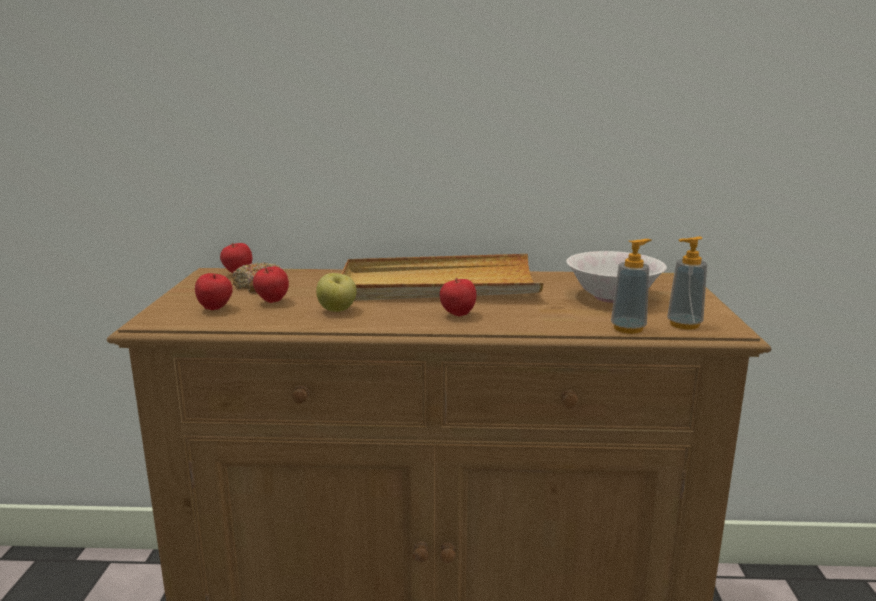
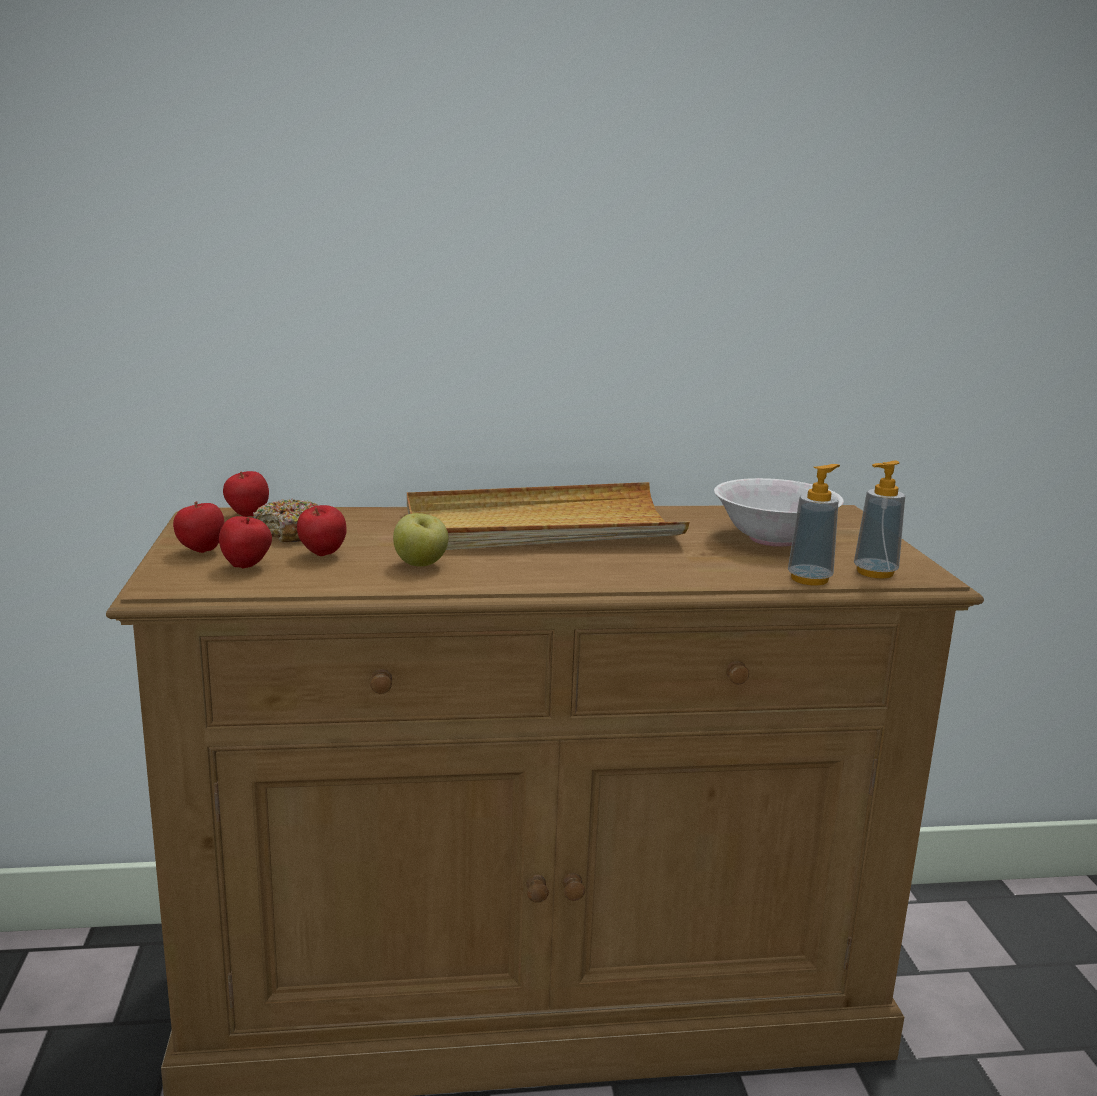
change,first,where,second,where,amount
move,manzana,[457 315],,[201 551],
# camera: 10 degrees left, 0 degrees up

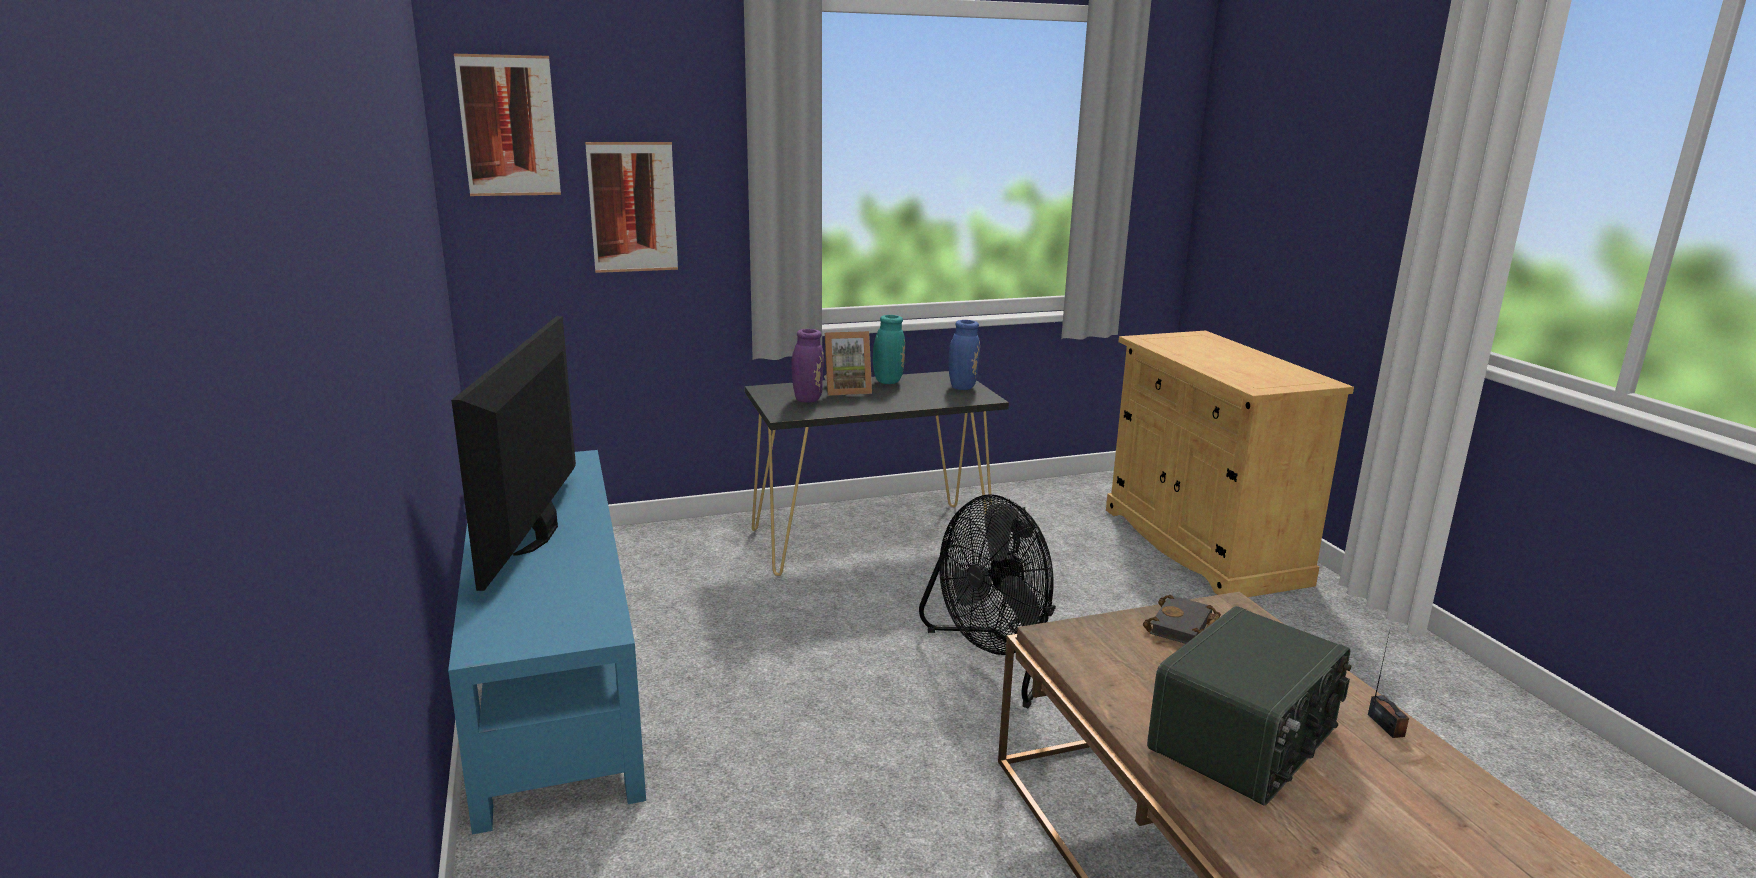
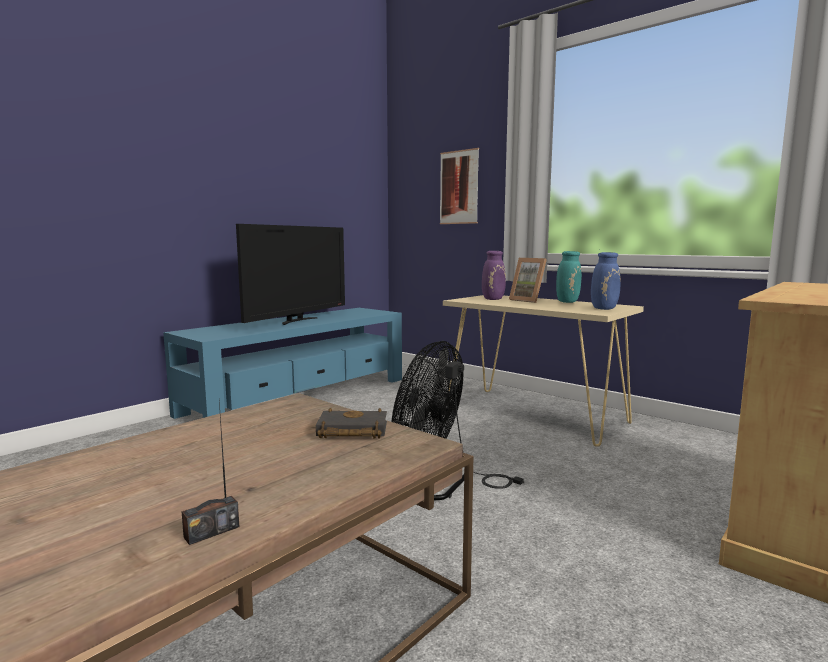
change,first,where,second,where,amount
delete,cuadro,[509 126],,,
delete,radio,[1245 741],,,
recolor,mesa consola [negro],[872 538],mesa consola [beis],[534 415],
rotate,televisor,[540 534],,[297 321],150 degrees clockwise
# camera: 60 degrees right, 10 degrees down

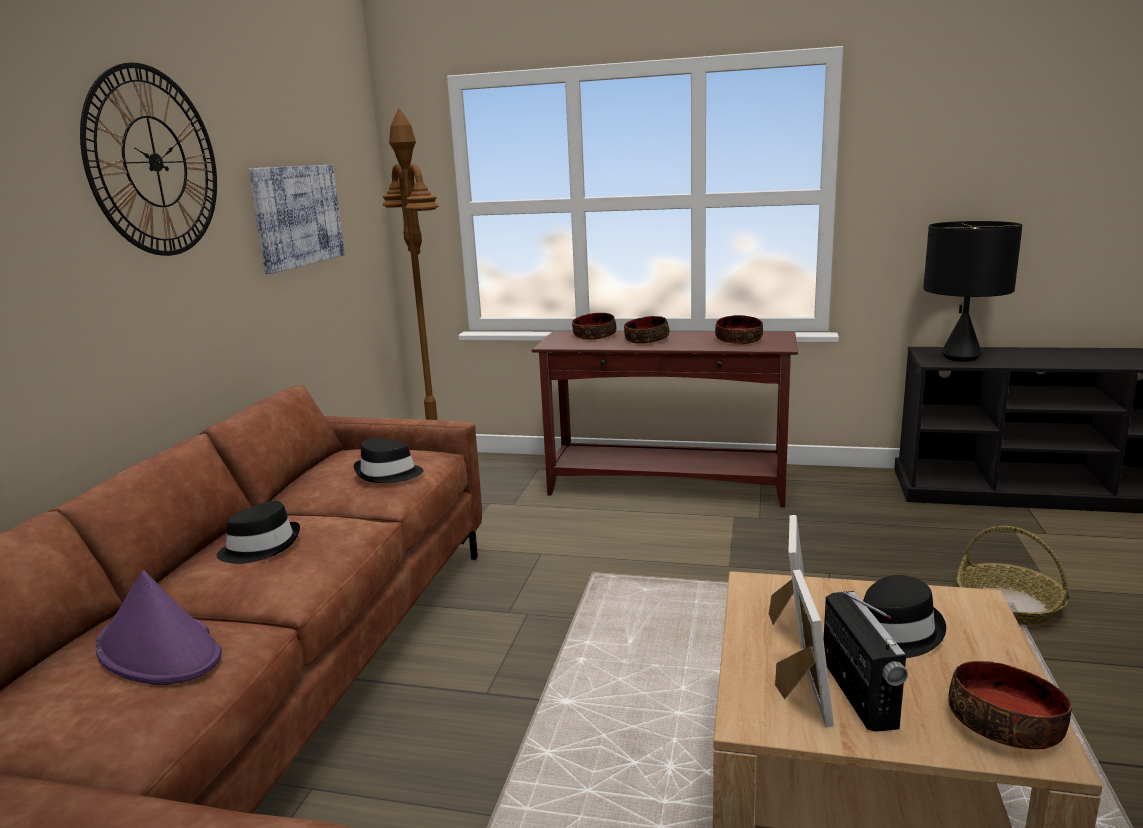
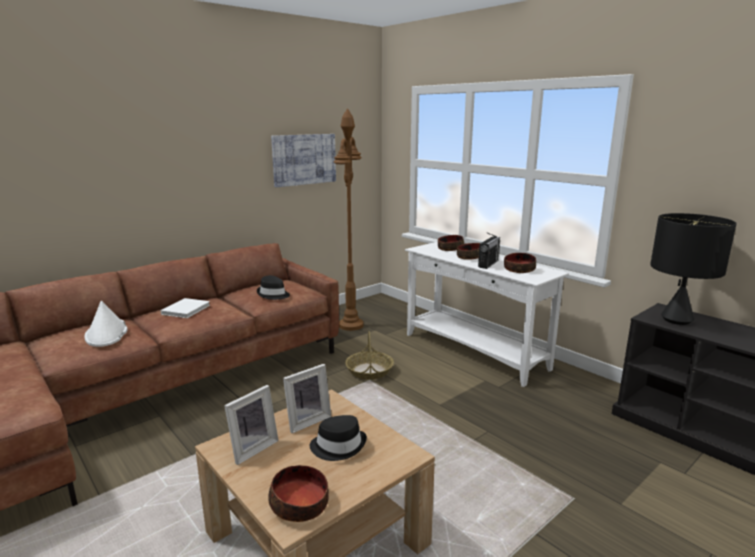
change,first,where,second,where,amount
delete,reloj de pared,[155 162],,,
move,radio,[858 692],,[488 264],
move,cesta,[1009 605],,[369 371],
replace,sombrero [negro],[261 546],libro [blanco],[187 309],
recolor,sombrero [morado],[159 650],sombrero [blanco],[106 334],
recolor,mesa consola [marrón],[667 486],mesa consola [blanco],[475 351],
# camera: 35 degrees right, 0 degrees up

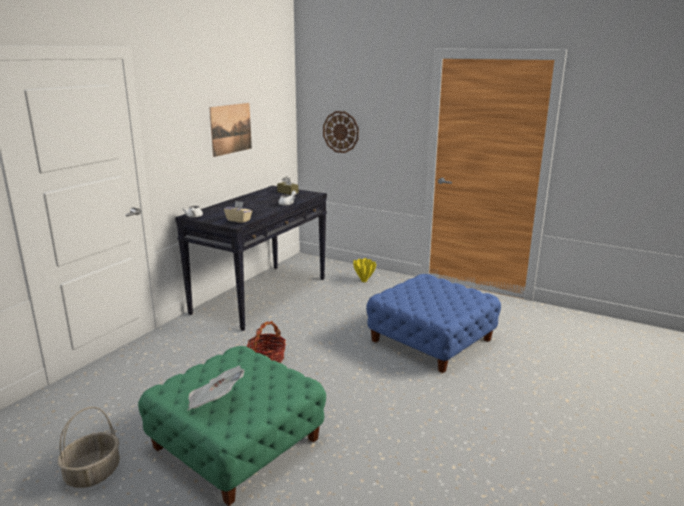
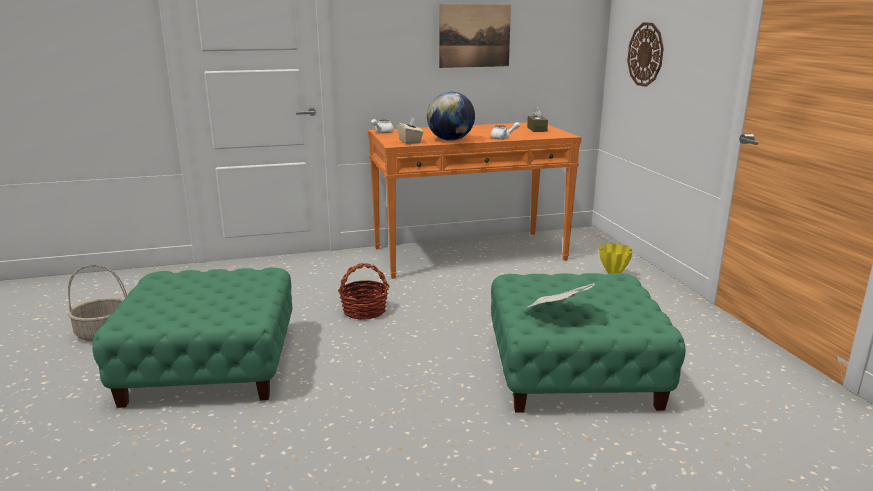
change,first,where,second,where,amount
insert,,,globo terráqueo,[450 140],
move,periódico,[215 401],,[558 313],
recolor,mesa consola [negro],[261 295],mesa consola [naranja],[469 254],
recolor,puf [azul],[431 340],puf [verde],[574 372],
# camera: 45 degrees right, 0 degrees up

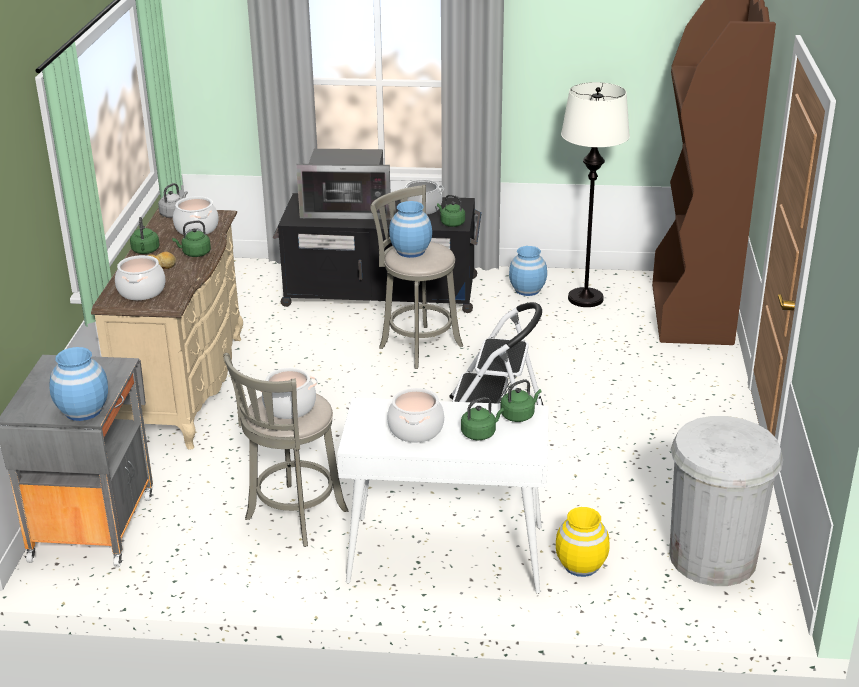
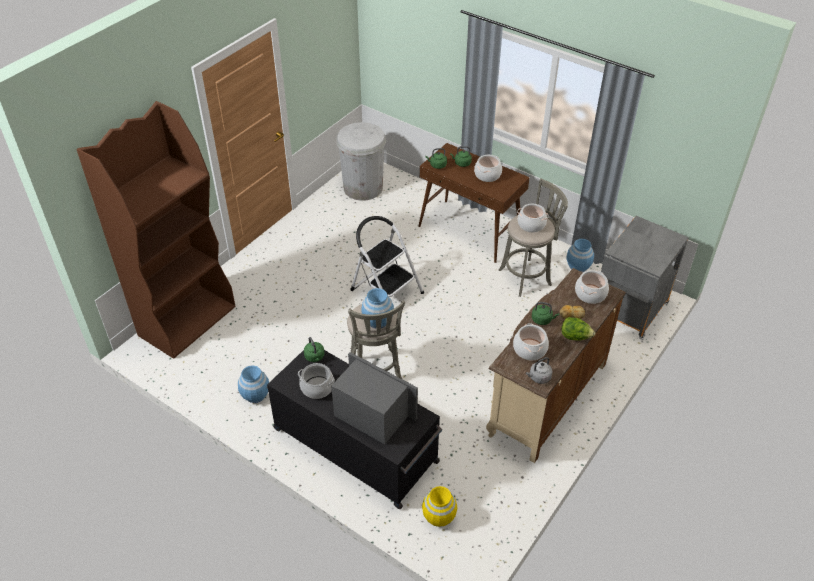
change,first,where,second,where,amount
delete,lámpara de pie [blanco],[585 298],,,
move,florero [azul],[83 410],,[578 266],
move,florero [amarillo],[581 565],,[439 516],
replace,hervidor [verde],[145 251],lechuga,[575 337],
recolor,mesa consola [blanco],[445 555],mesa consola [marrón],[470 231],
# camera: 150 degrees left, 15 degrees up

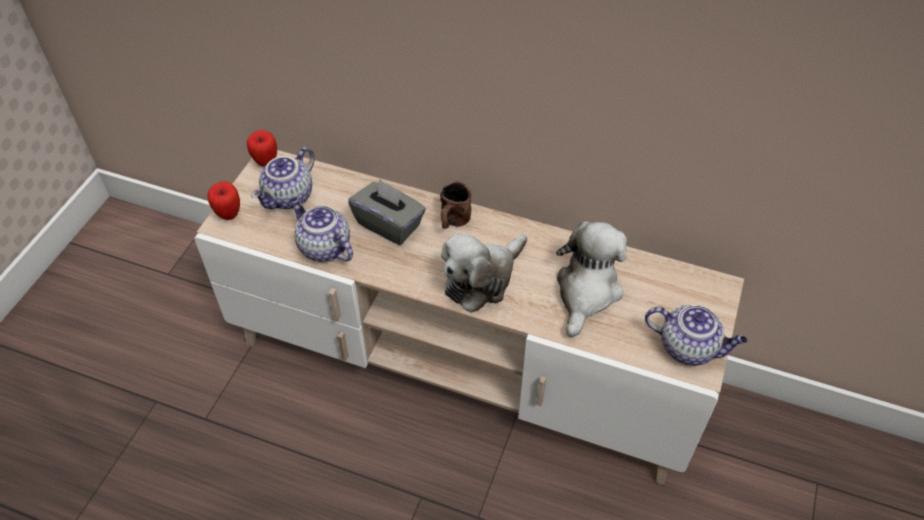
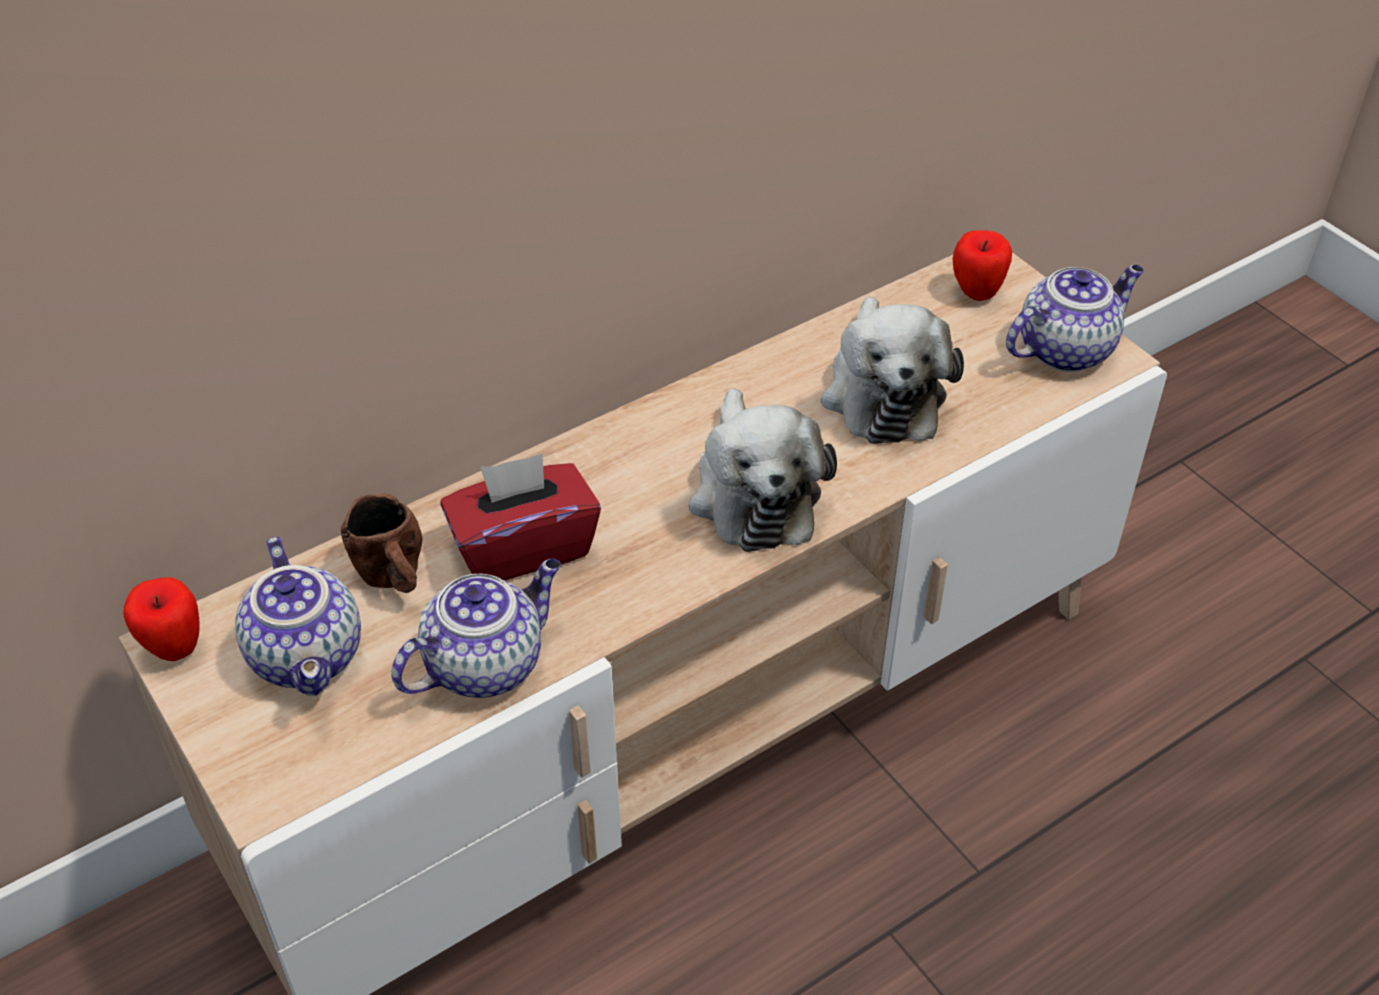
change,first,where,second,where,amount
move,manzana,[228 214],,[976 294],
move,taza grande [marrón],[453 223],,[396 580],
recolor,caja de pañuelos [gris],[389 224],caja de pañuelos [rojo],[523 547],
rotate,tetera,[323 247],,[486 663],150 degrees clockwise
rotate,peluche,[586 291],,[882 392],150 degrees counterclockwise
# camera: 55 degrees left, 5 degrees down

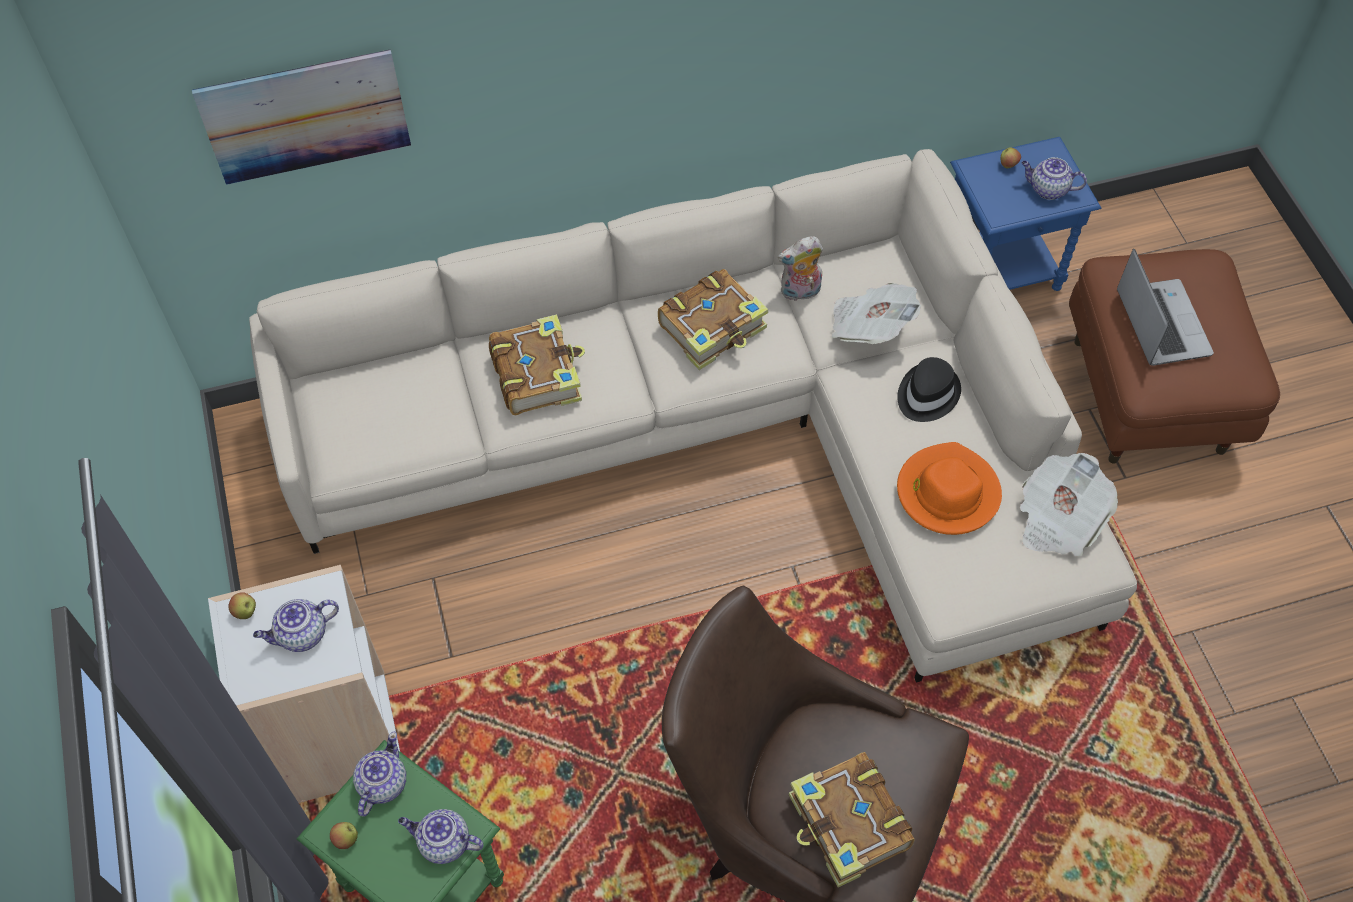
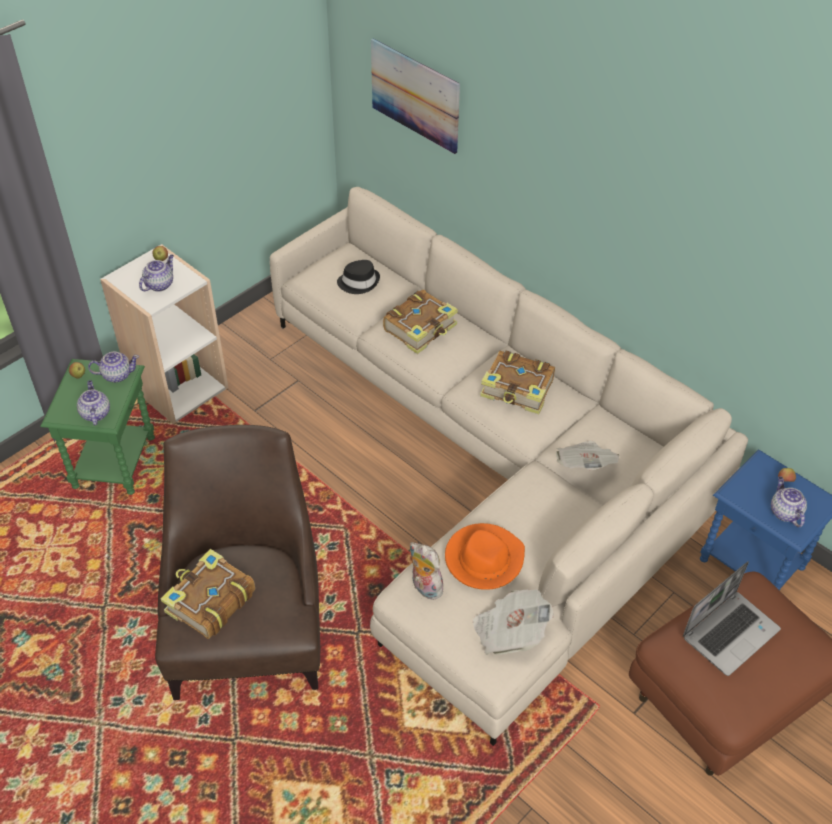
change,first,where,second,where,amount
move,peluche,[800 292],,[424 587],
move,sombrero [negro],[926 394],,[359 282],
rotate,tetera,[301 635],,[159 284],90 degrees clockwise
# camera: 60 degrees right, 10 degrees down

